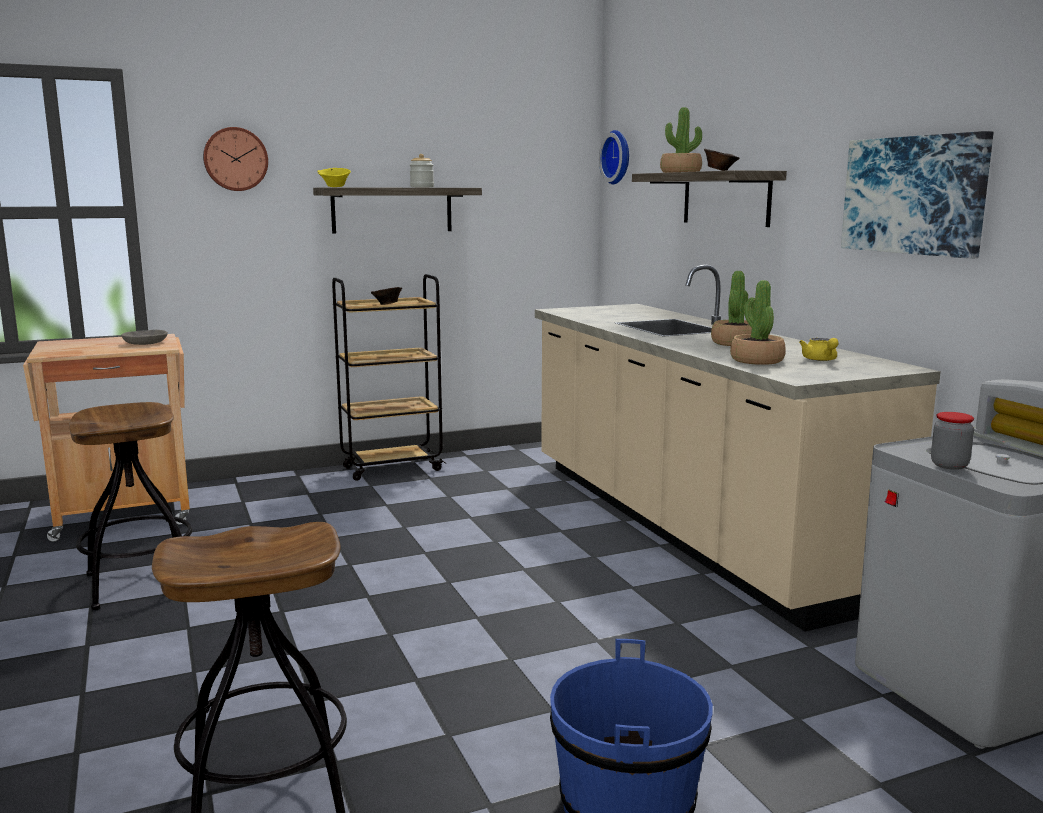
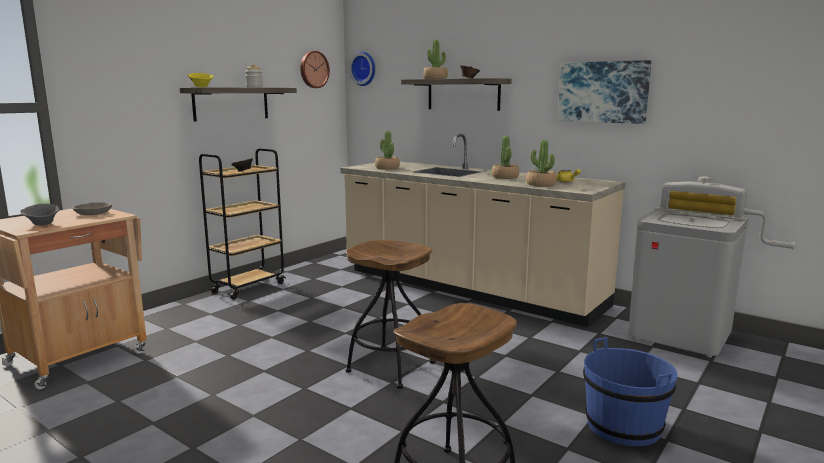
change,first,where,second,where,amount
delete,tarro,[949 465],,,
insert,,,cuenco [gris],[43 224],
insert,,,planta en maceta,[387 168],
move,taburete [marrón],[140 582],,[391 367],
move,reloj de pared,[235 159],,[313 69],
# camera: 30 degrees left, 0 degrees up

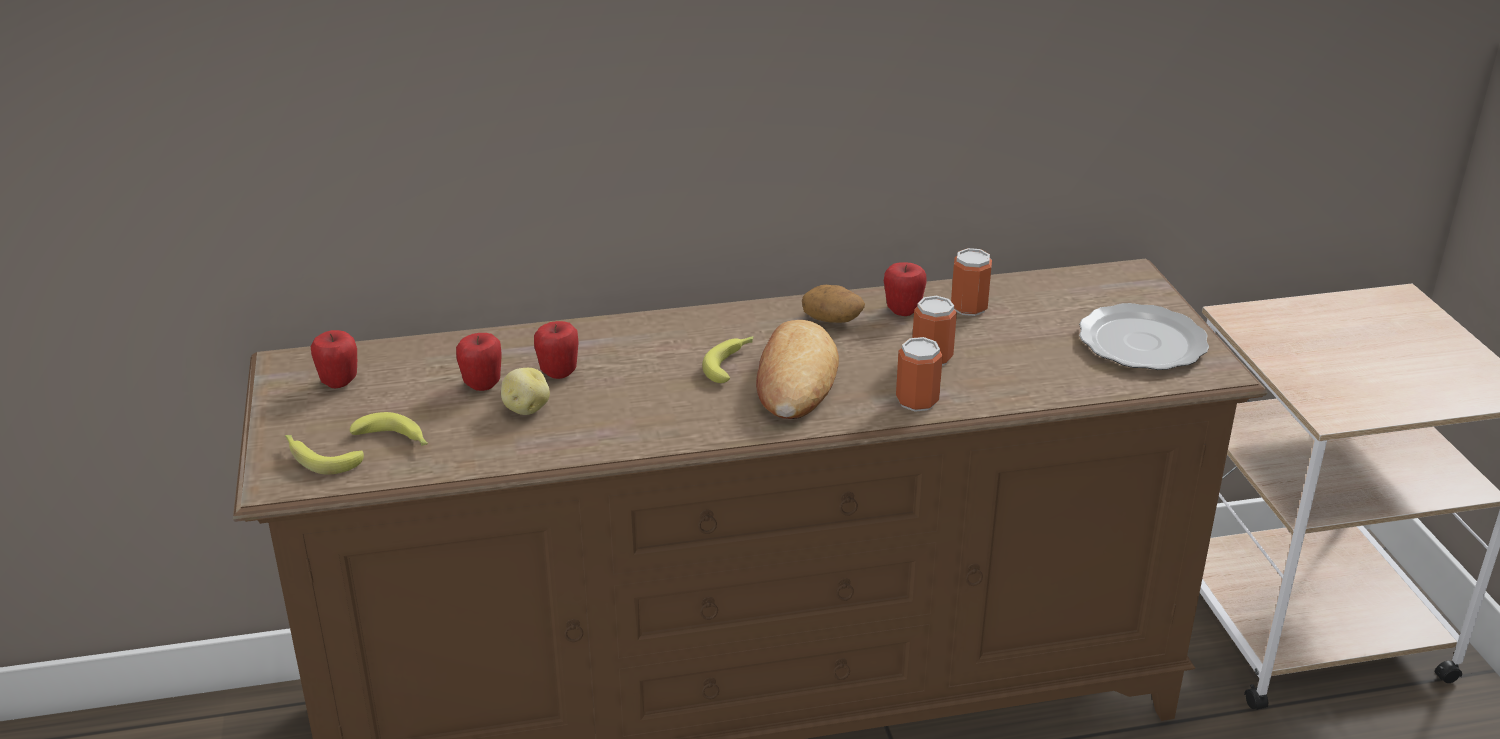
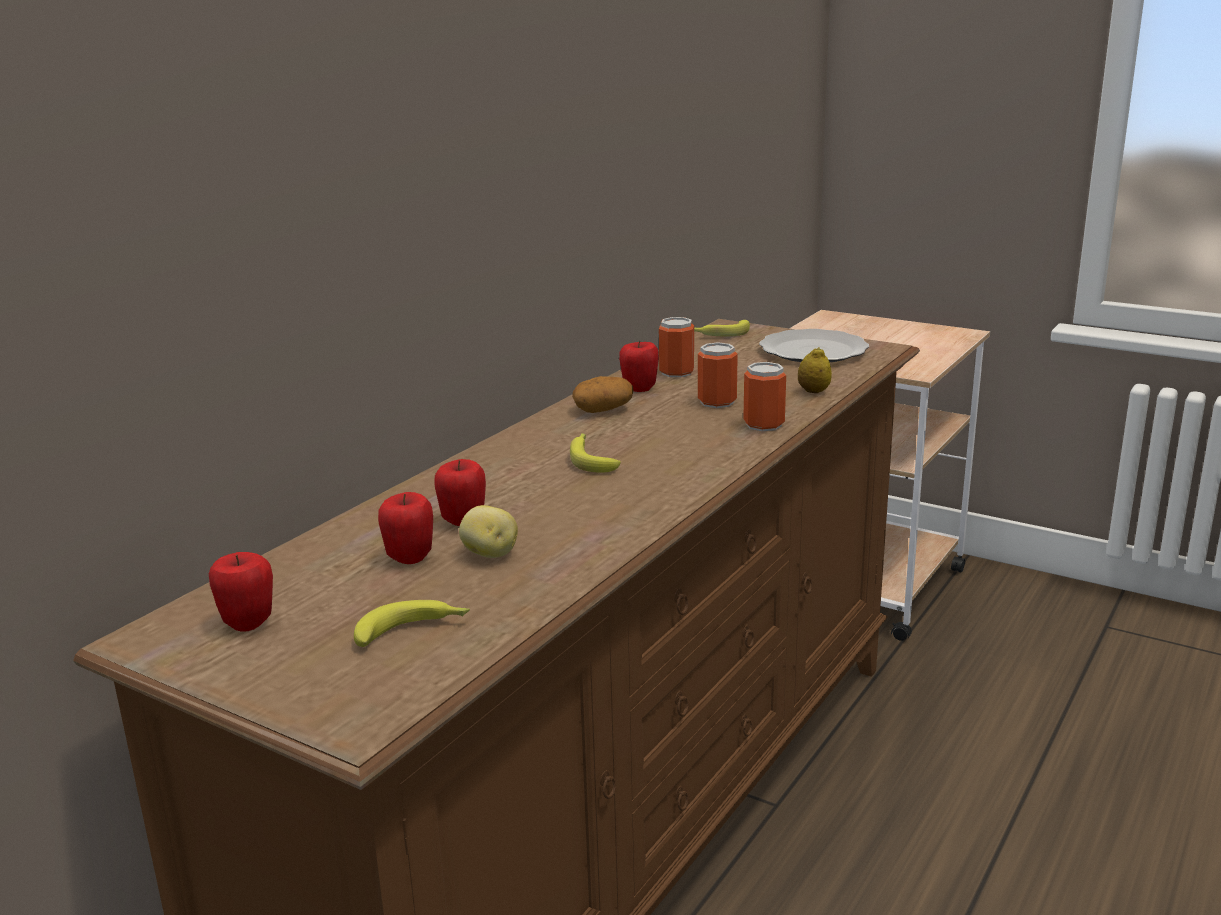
change,first,where,second,where,amount
delete,pan,[794 380],,,
insert,,,limón,[813 391],
move,plátano,[319 458],,[720 334],
# camera: 45 degrees left, 10 degrees down

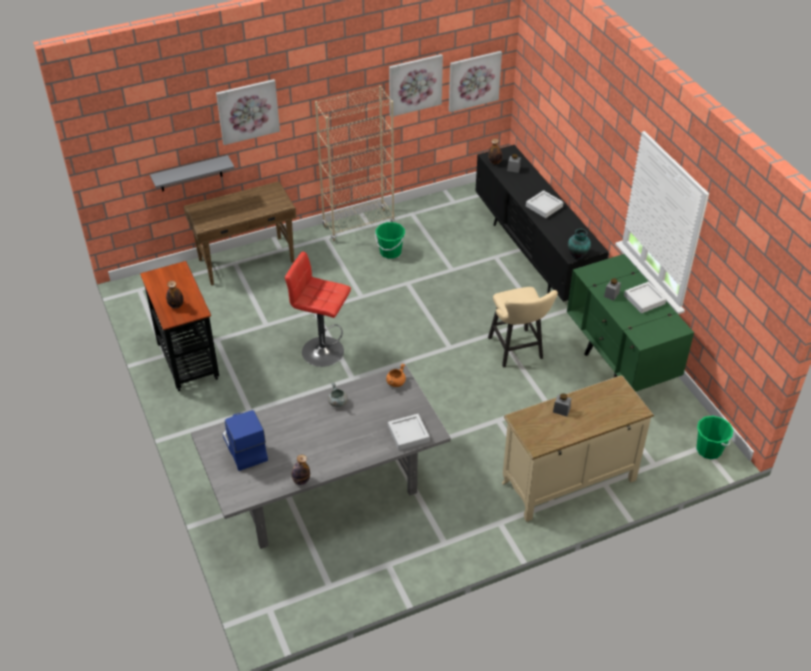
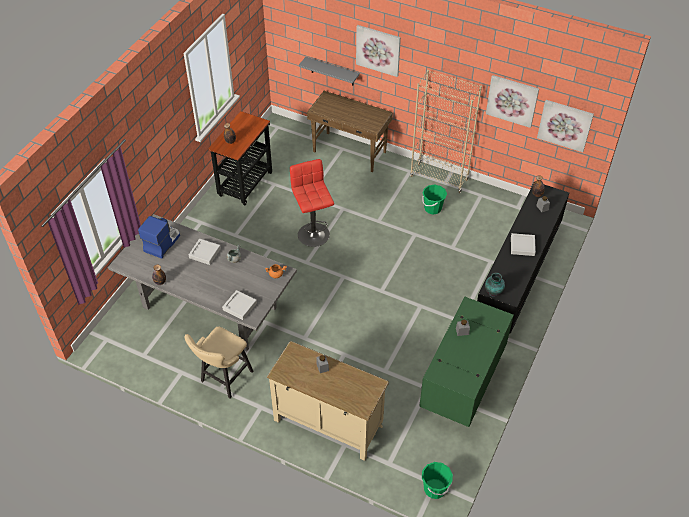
change,first,where,second,where,amount
move,taburete [beis],[517 353],,[223 380],
move,bandeja [gris],[644 300],,[205 253],
# camera: 50 degrees right, 5 degrees up

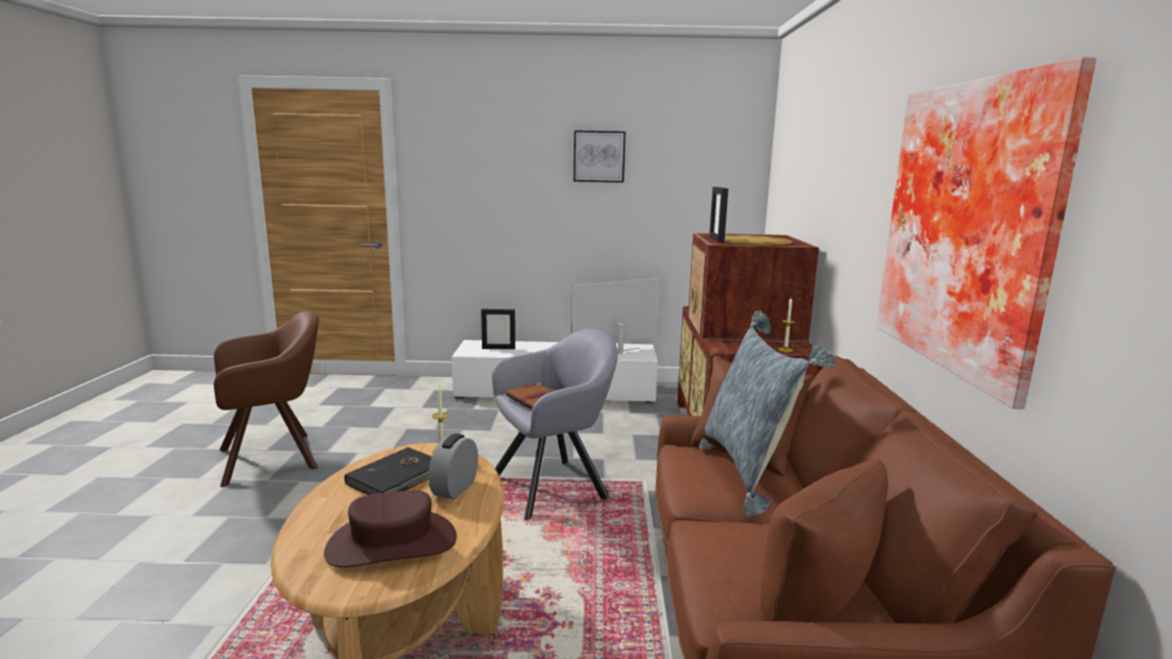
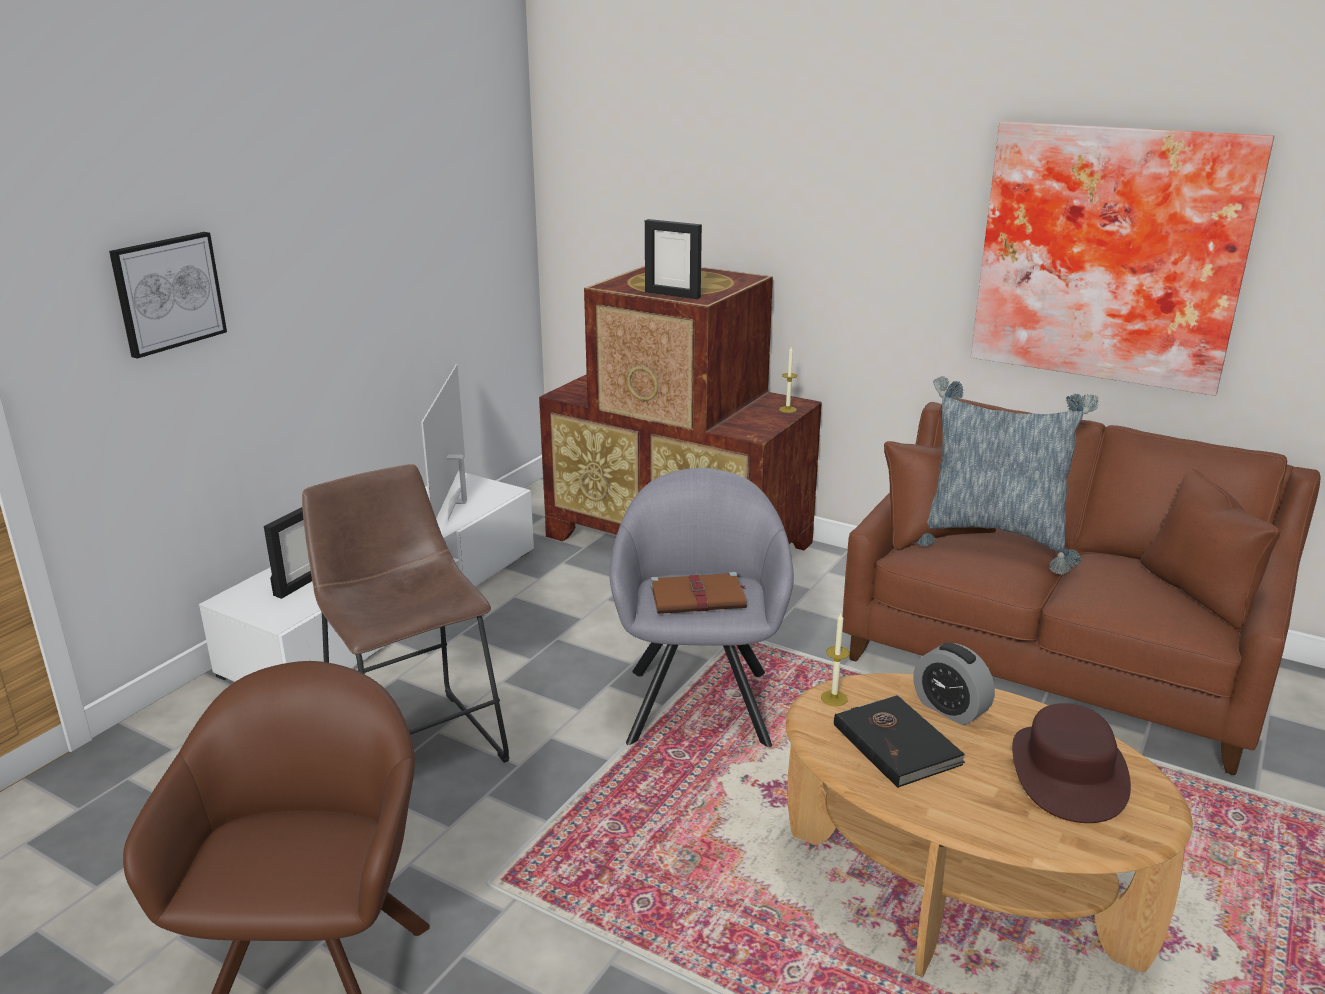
change,first,where,second,where,amount
insert,,,taburete [marrón],[414 742],
move,cuadro,[599 156],,[168 293],
# camera: 60 degrees left, 10 degrees up

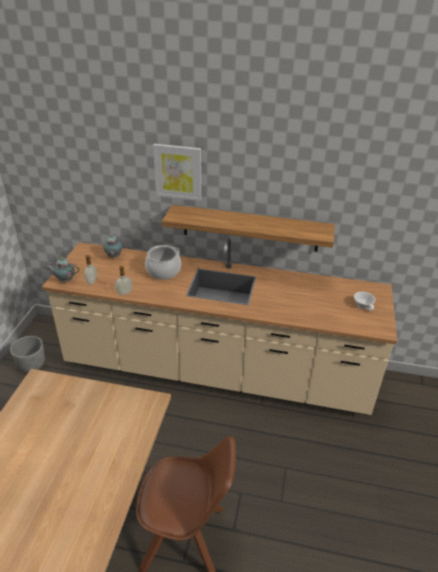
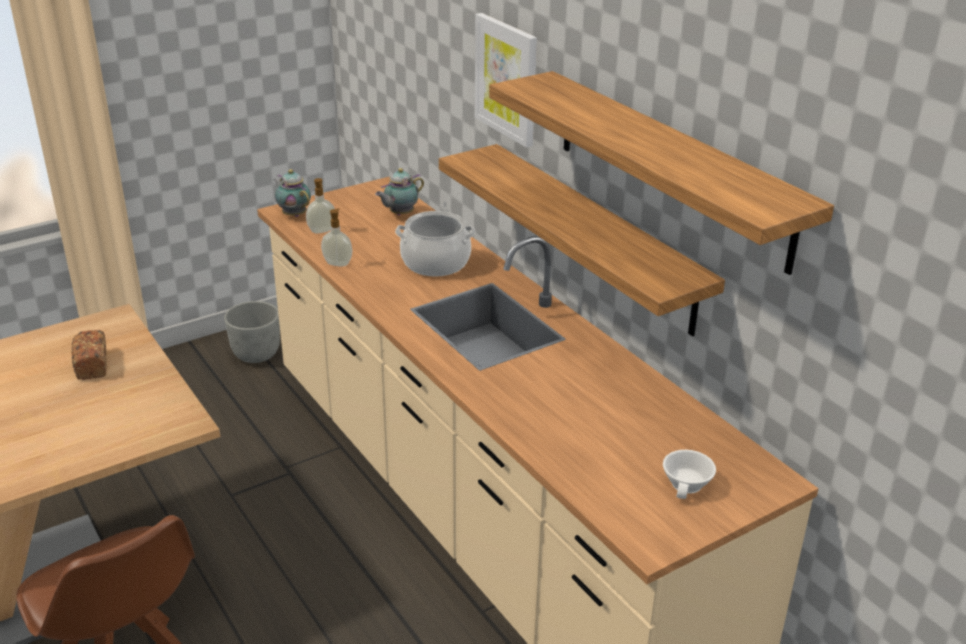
change,first,where,second,where,amount
insert,,,pan,[92 364],
insert,,,estante,[670 167],
# camera: 45 degrees right, 5 degrees down

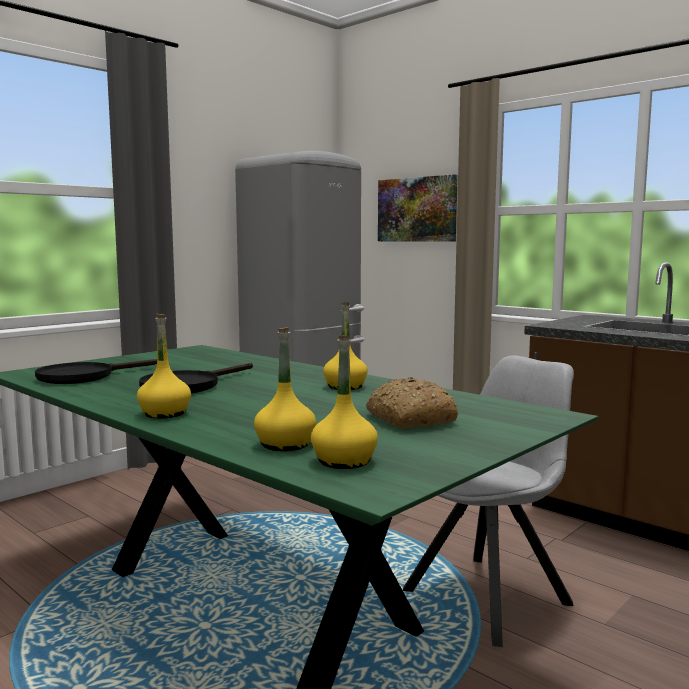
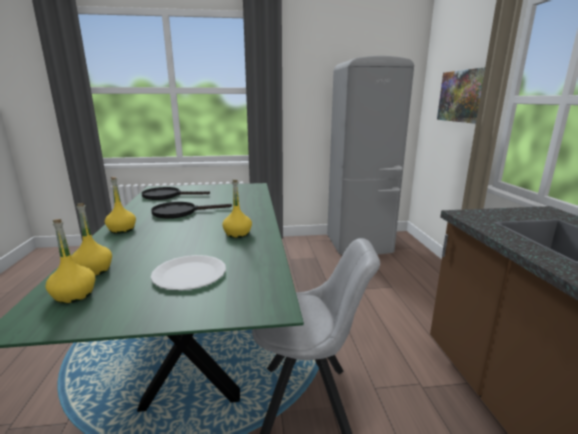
change,first,where,second,where,amount
replace,pan,[409 419],plato [blanco],[189 274],
# camera: 40 degrees right, 10 degrees up

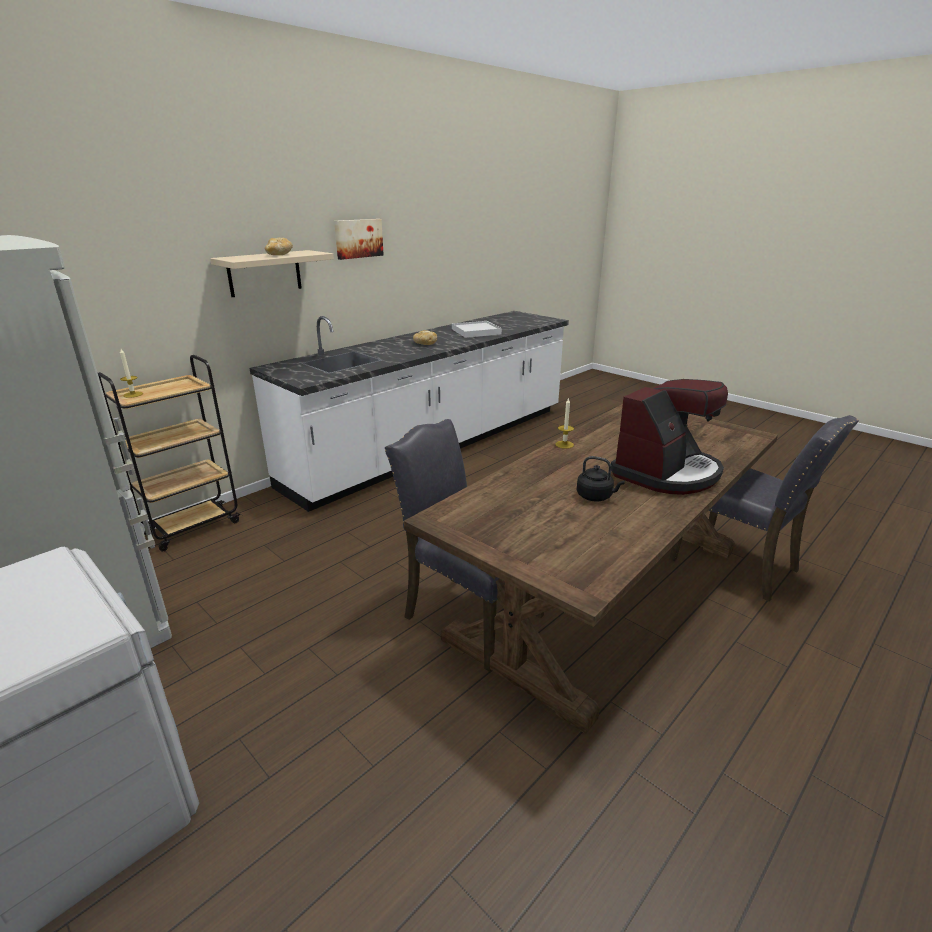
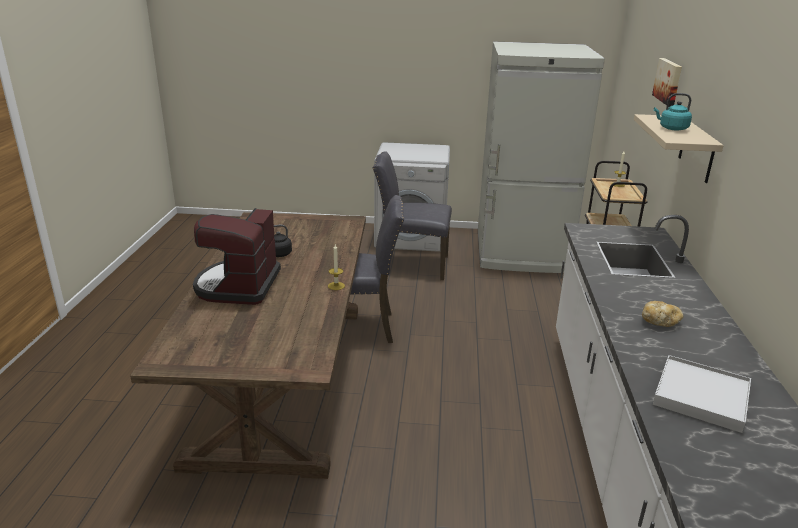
change,first,where,second,where,amount
move,cuadro,[358 238],,[669 81],
move,silla [gris],[737 565],,[411 265],
replace,pan,[279 255],hervidor [turquesa],[671 128],
# camera: 140 degrees right, 0 degrees up

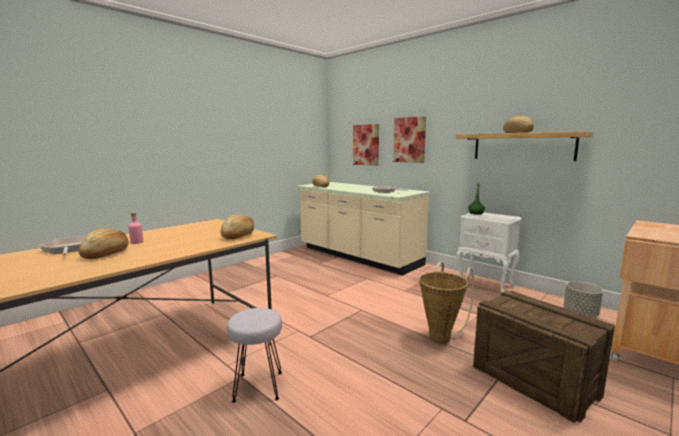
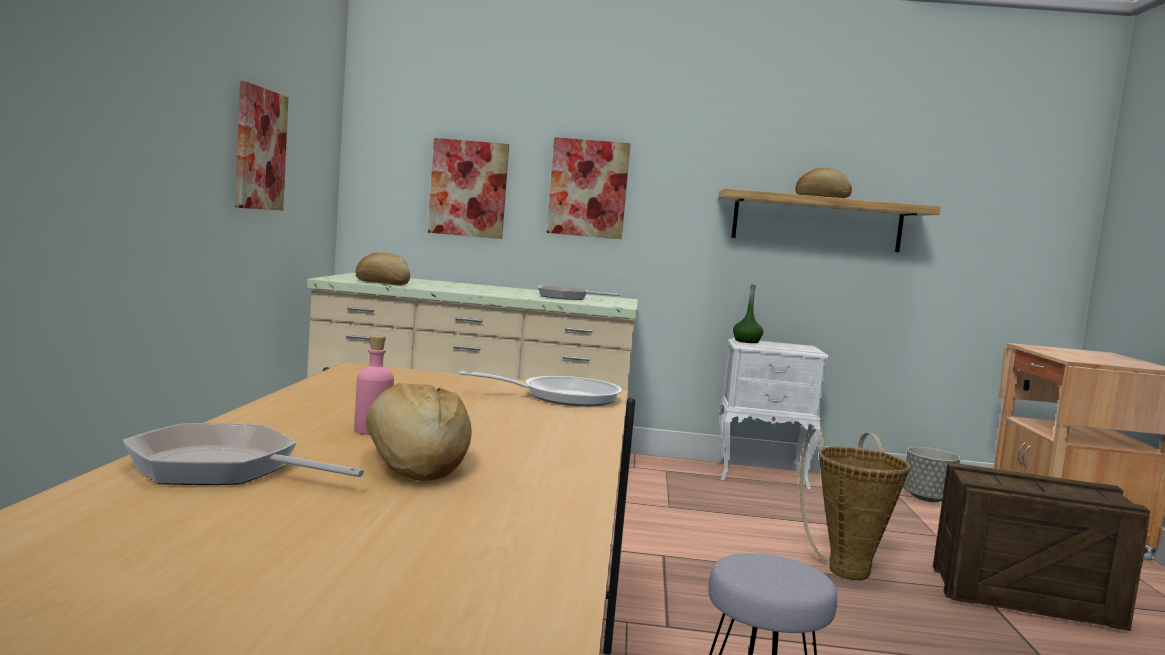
change,first,where,second,where,amount
insert,,,cuadro,[259 149],
replace,pan,[238 236],sartén,[561 397],
# camera: 40 degrees left, 5 degrees down

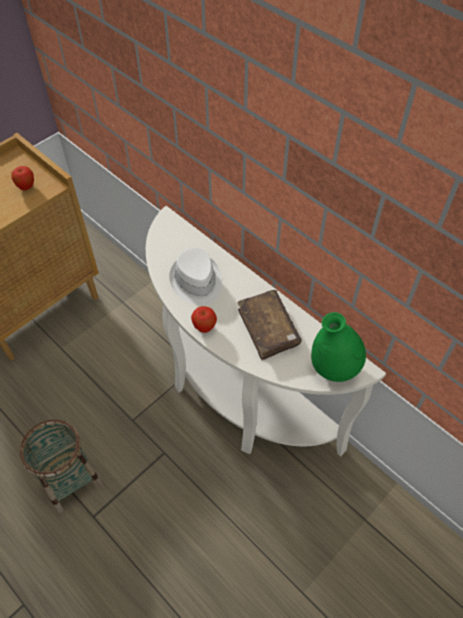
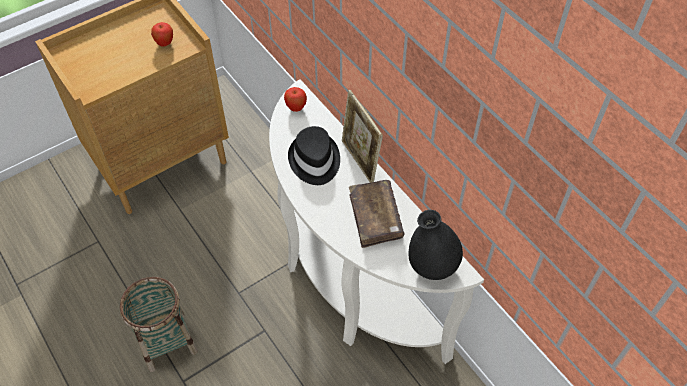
change,first,where,second,where,amount
insert,,,portarretratos,[360 161],
move,manzana,[204 327],,[296 108],
recolor,sombrero [blanco],[196 281],sombrero [negro],[314 161],
recolor,florero [verde],[334 368],florero [negro],[432 266],
# camera: 10 degrees right, 0 degrees up

